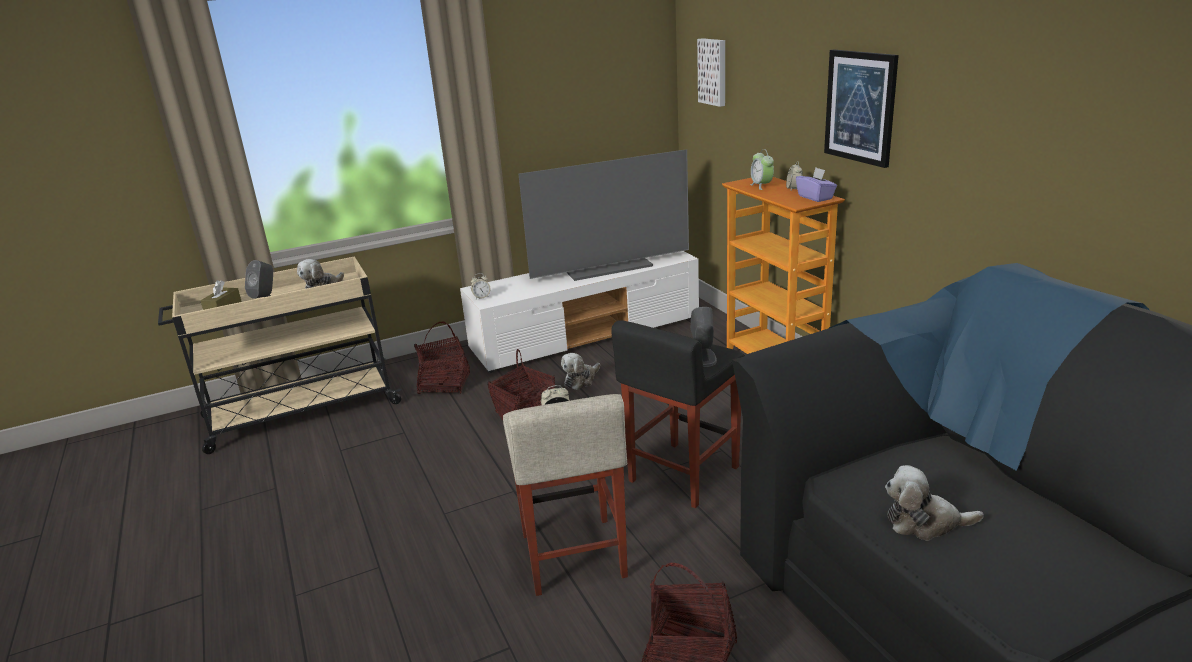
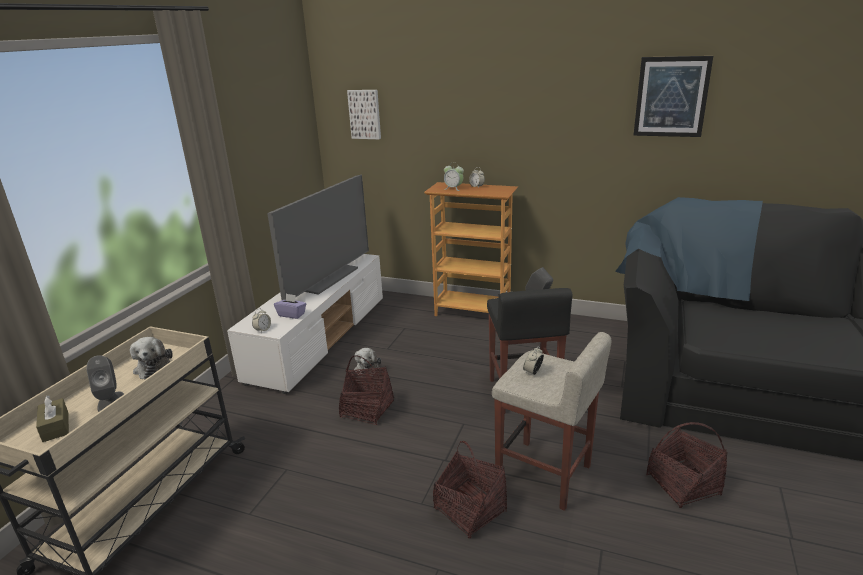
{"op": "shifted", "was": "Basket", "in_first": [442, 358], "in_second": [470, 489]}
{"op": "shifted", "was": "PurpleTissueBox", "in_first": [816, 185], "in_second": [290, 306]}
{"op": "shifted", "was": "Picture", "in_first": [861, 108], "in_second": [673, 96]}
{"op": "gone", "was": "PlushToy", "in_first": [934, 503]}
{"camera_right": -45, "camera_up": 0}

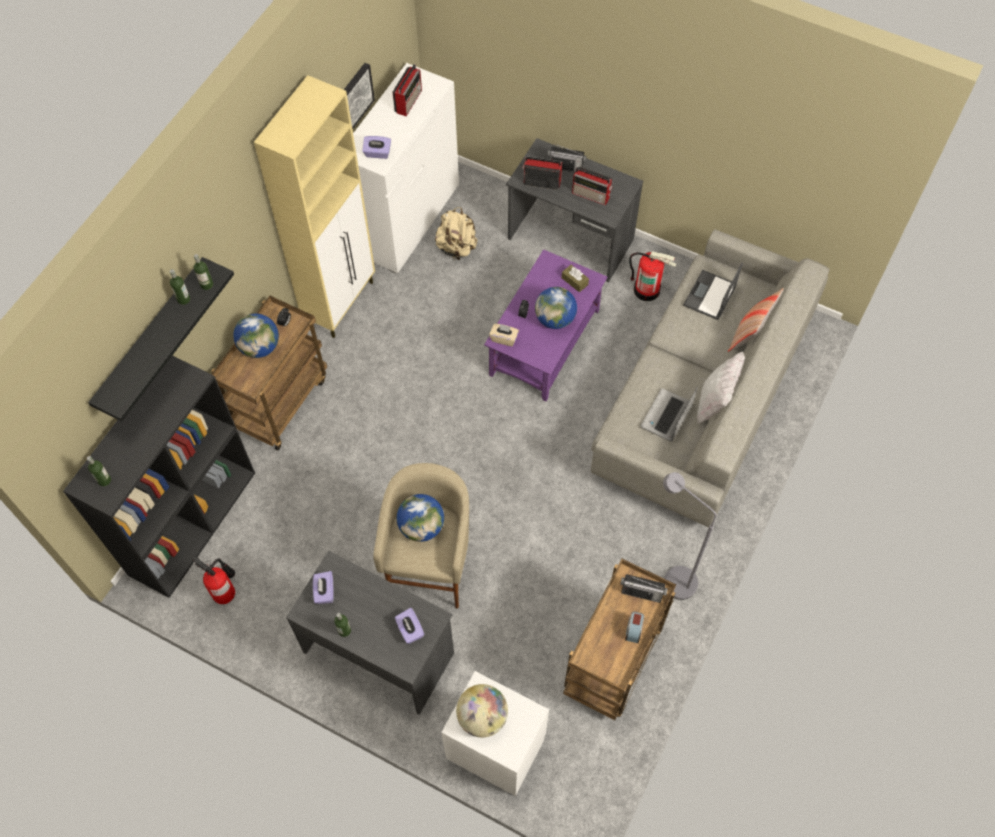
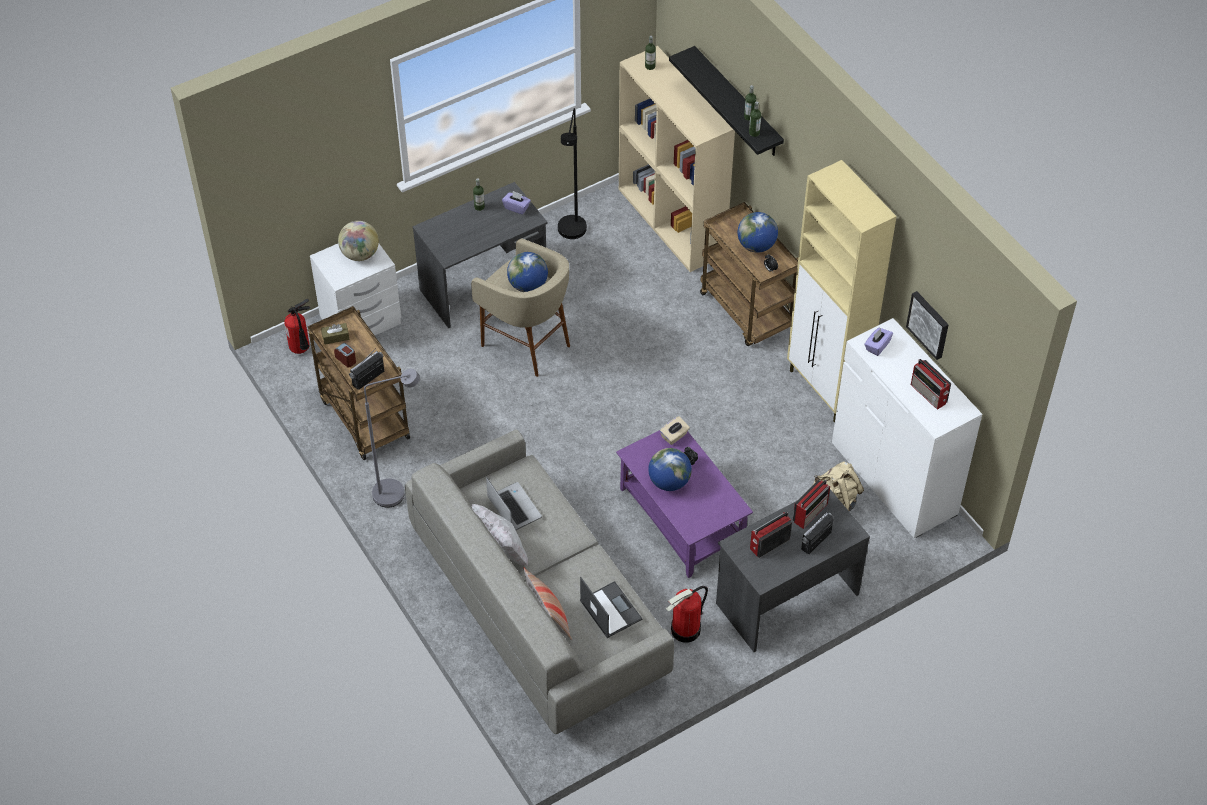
{"op": "repainted", "was": "BlackBookcase", "now": "BeigeBookcase", "in_first": [159, 477], "in_second": [677, 159]}
{"op": "shifted", "was": "FireExtinguisher", "in_first": [213, 580], "in_second": [297, 326]}
{"op": "gone", "was": "PurpleTissueBox", "in_first": [409, 626]}
{"op": "shifted", "was": "BrownTissueBox", "in_first": [575, 278], "in_second": [335, 334]}
{"op": "new", "now": "BlackFloorLamp", "in_second": [572, 173]}
{"camera_right": 120, "camera_up": -10}

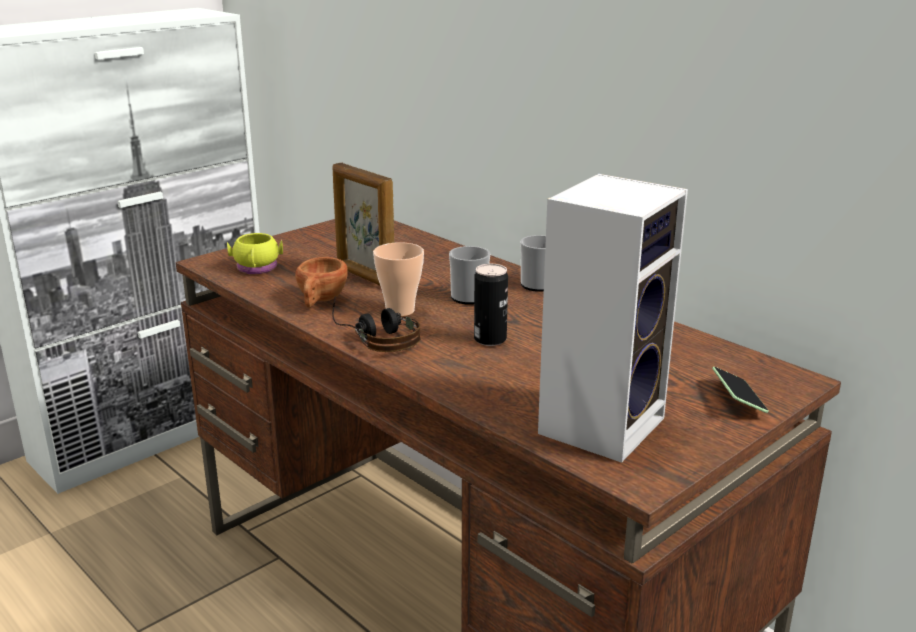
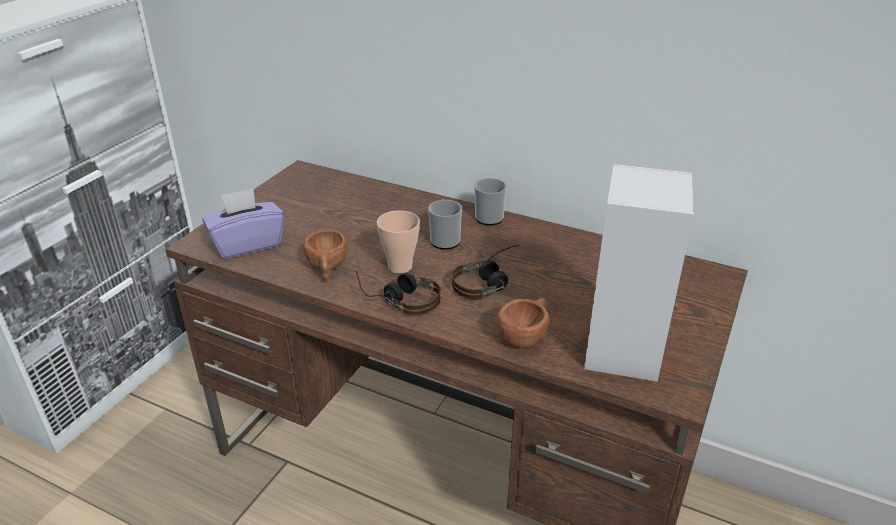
{"op": "swapped", "was": "YellowMug", "now": "PurpleTissueBox", "in_first": [255, 253], "in_second": [243, 224]}
{"op": "gone", "was": "PictureFrame", "in_first": [363, 224]}
{"op": "swapped", "was": "Can", "now": "Headphones", "in_first": [491, 305], "in_second": [486, 272]}
{"op": "gone", "was": "Phone", "in_first": [740, 390]}
{"op": "new", "now": "BrownCup", "in_second": [523, 323]}
{"camera_right": -20, "camera_up": 10}

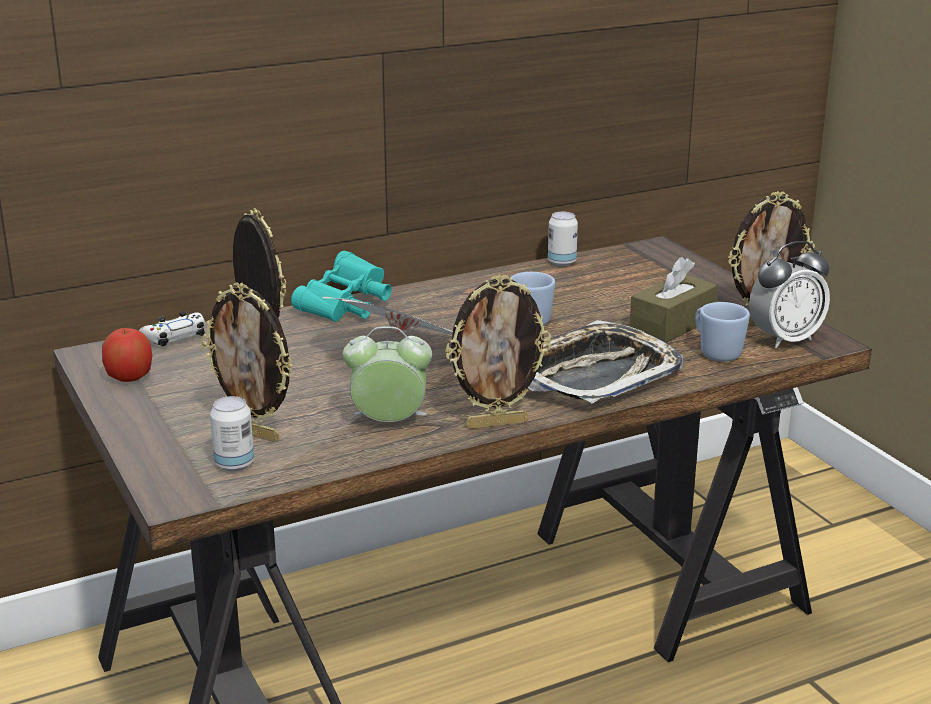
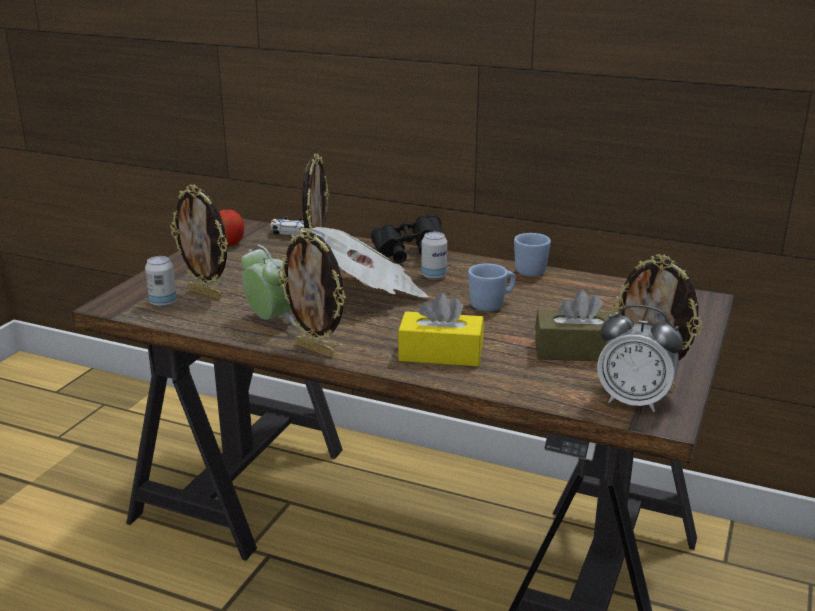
{"op": "rotated", "was": "PictureFrame", "in_first": [247, 362], "in_second": [199, 242], "clockwise": -45}
{"op": "repainted", "was": "TurquoiseBinoculars", "now": "BlackBinoculars", "in_first": [341, 286], "in_second": [406, 238]}
{"op": "swapped", "was": "Tray", "now": "YellowTissueBox", "in_first": [605, 362], "in_second": [441, 330]}
{"op": "shifted", "was": "Can", "in_first": [563, 239], "in_second": [434, 256]}
{"op": "shifted", "was": "BlueMug", "in_first": [722, 331], "in_second": [532, 255]}
{"camera_right": 50, "camera_up": 0}

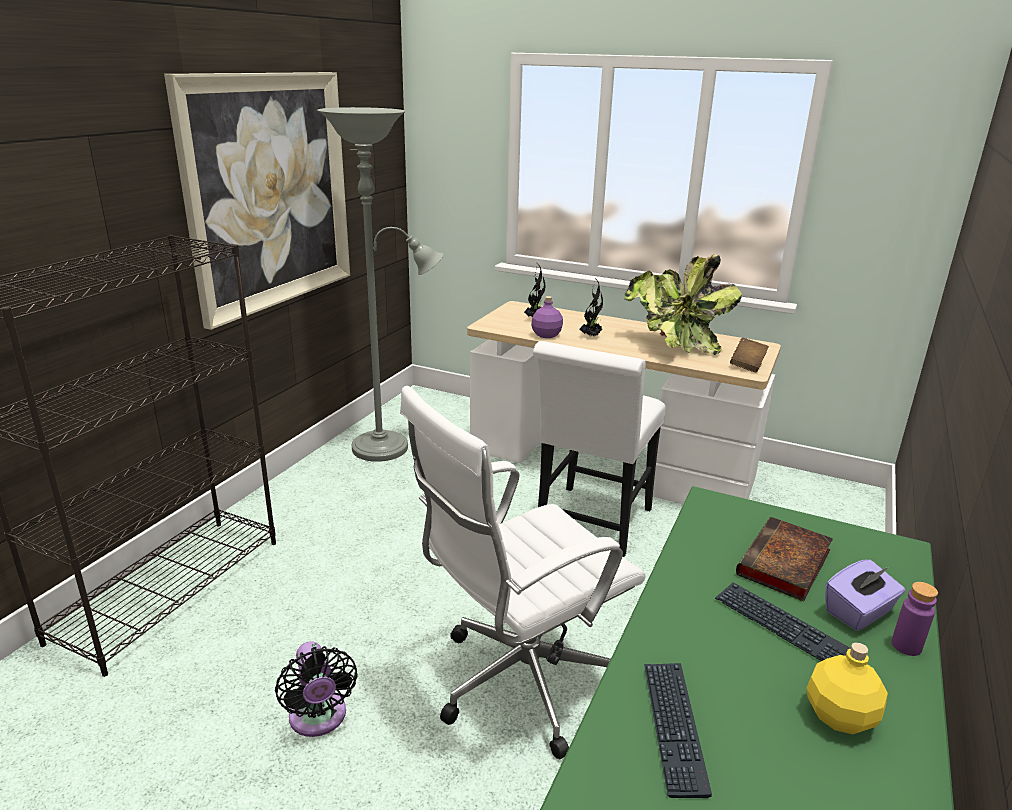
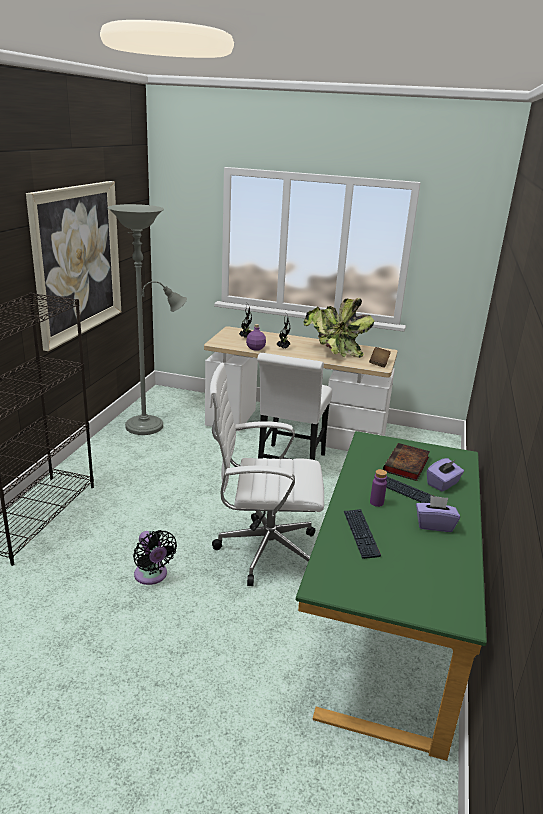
{"op": "rotated", "was": "WhiteOfficeChair", "in_first": [523, 573], "in_second": [266, 474], "clockwise": 45}
{"op": "swapped", "was": "YellowBottle", "now": "PurpleTissueBox", "in_first": [847, 688], "in_second": [438, 513]}
{"op": "shifted", "was": "PurpleBottle", "in_first": [915, 619], "in_second": [378, 488]}
{"camera_right": -10, "camera_up": 0}

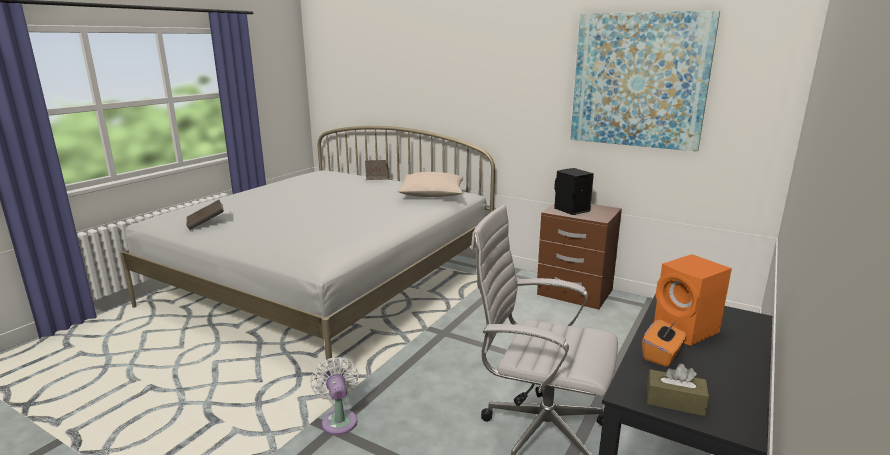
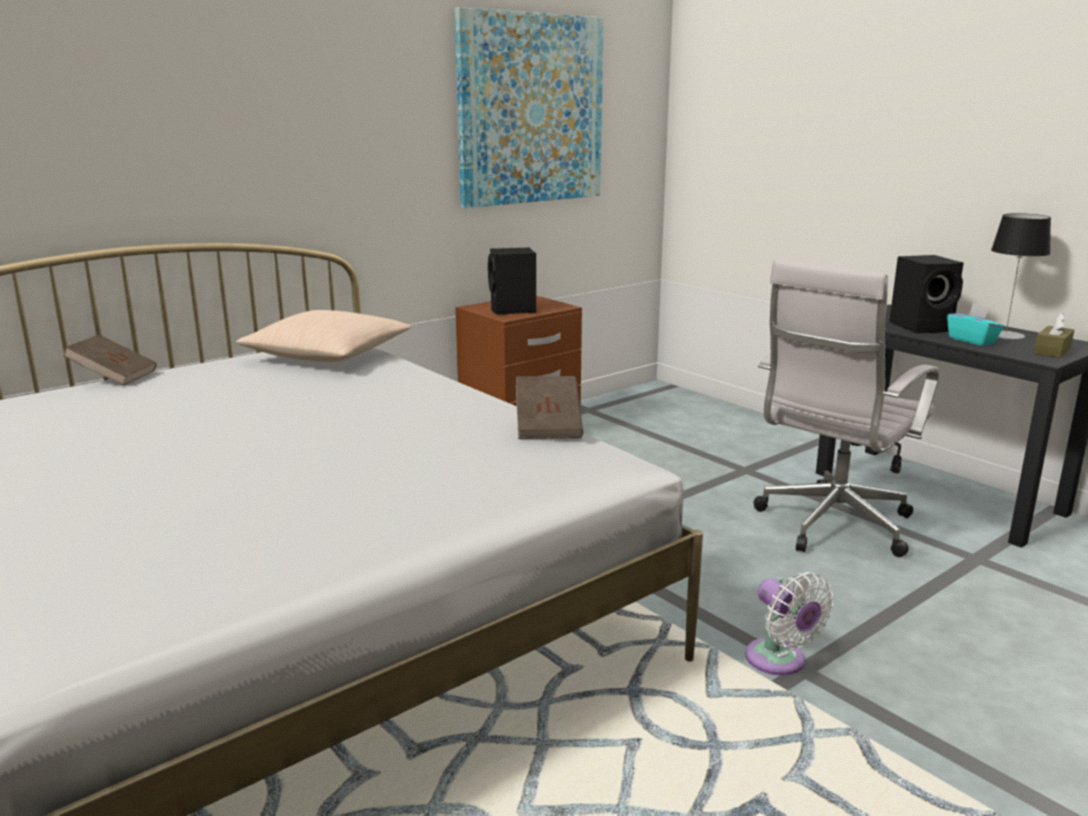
{"op": "shifted", "was": "BrownBook", "in_first": [205, 215], "in_second": [549, 407]}
{"op": "rotated", "was": "WhiteFan", "in_first": [334, 396], "in_second": [789, 623], "clockwise": -120}
{"op": "repainted", "was": "OrangeTissueBox", "now": "TurquoiseTissueBox", "in_first": [664, 343], "in_second": [975, 325]}
{"op": "repainted", "was": "OrangeSpeaker", "now": "BlackSpeaker", "in_first": [693, 300], "in_second": [926, 294]}
{"op": "new", "now": "TableLamp", "in_second": [1021, 276]}
{"camera_right": -70, "camera_up": 0}

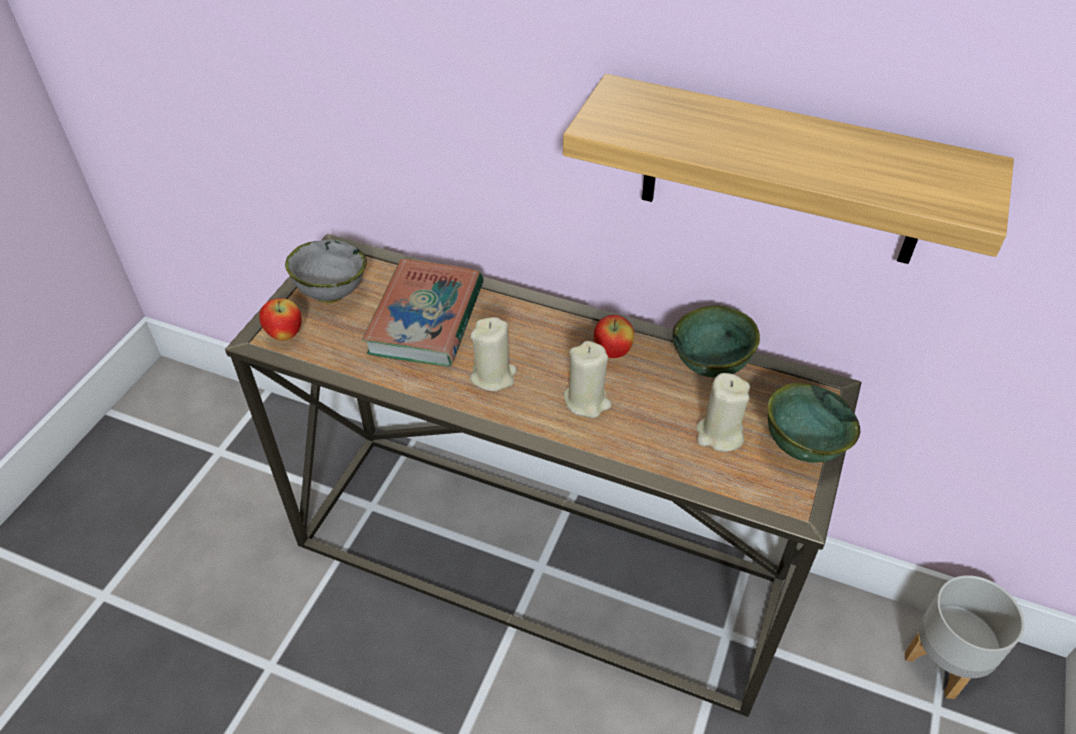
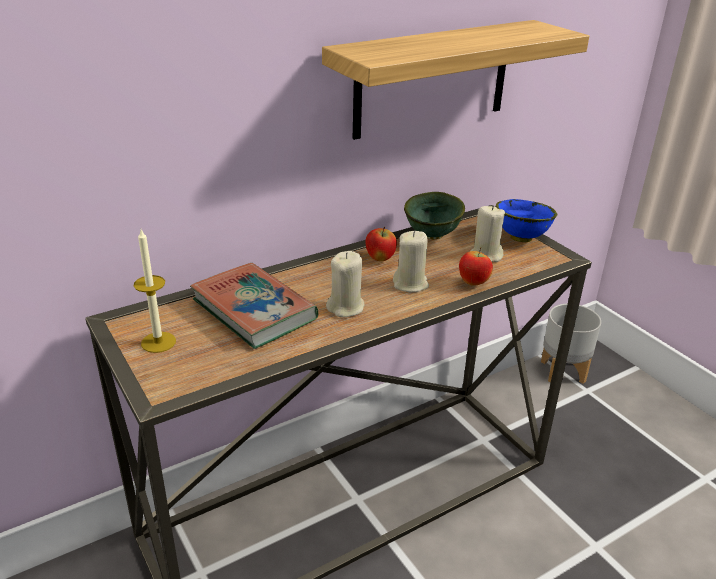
{"op": "shifted", "was": "Apple", "in_first": [280, 319], "in_second": [476, 266]}
{"op": "swapped", "was": "GreyBowl", "now": "Candle", "in_first": [326, 271], "in_second": [155, 291]}
{"op": "repainted", "was": "GreenBowl", "now": "BlueBowl", "in_first": [813, 423], "in_second": [526, 220]}
{"camera_right": -55, "camera_up": -15}

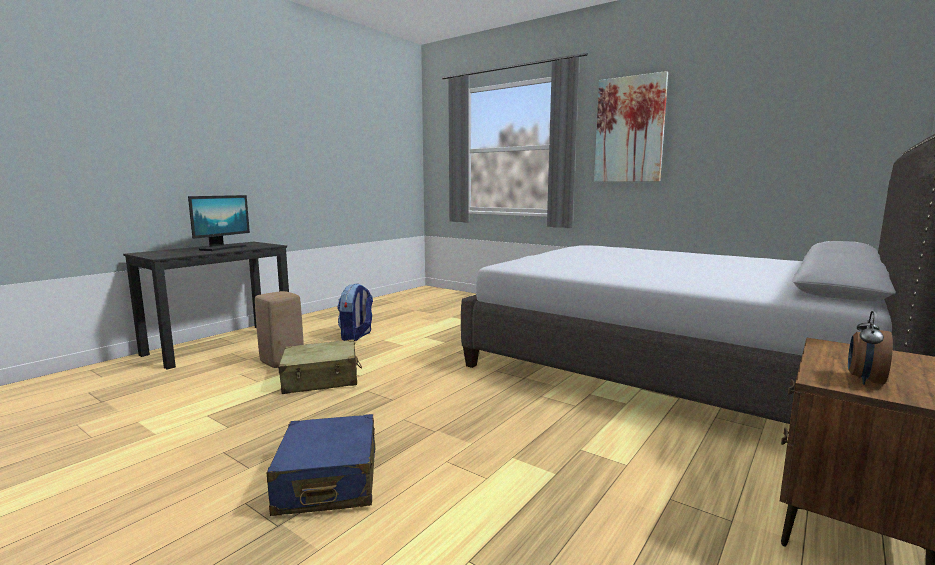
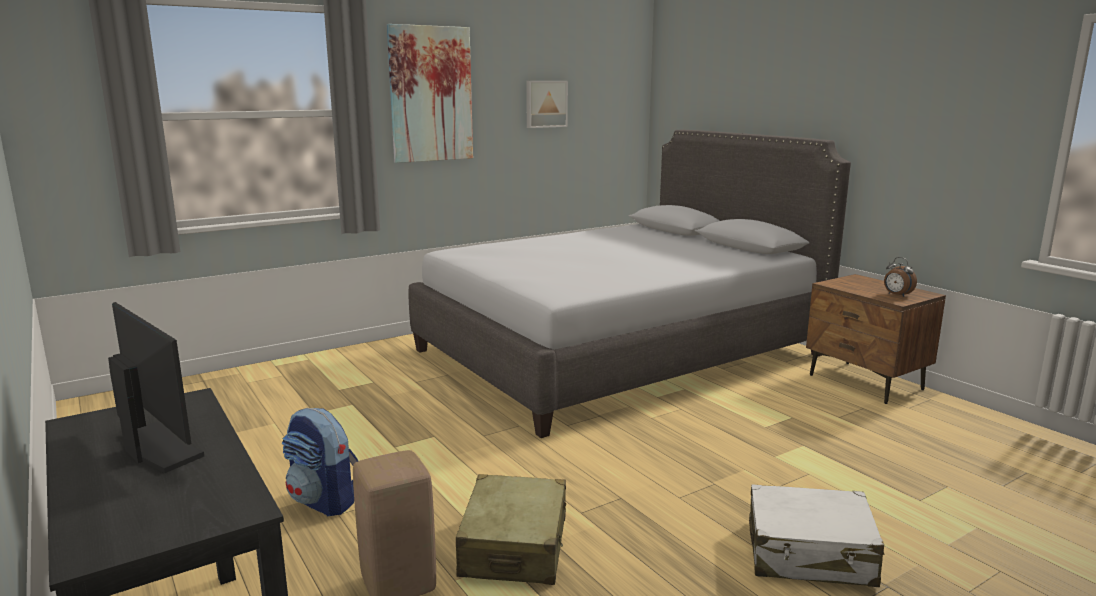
{"op": "repainted", "was": "BlueSuitcase", "now": "WhiteSuitcase", "in_first": [320, 465], "in_second": [817, 535]}
{"op": "new", "now": "Picture", "in_second": [547, 104]}
{"camera_right": -70, "camera_up": 5}

